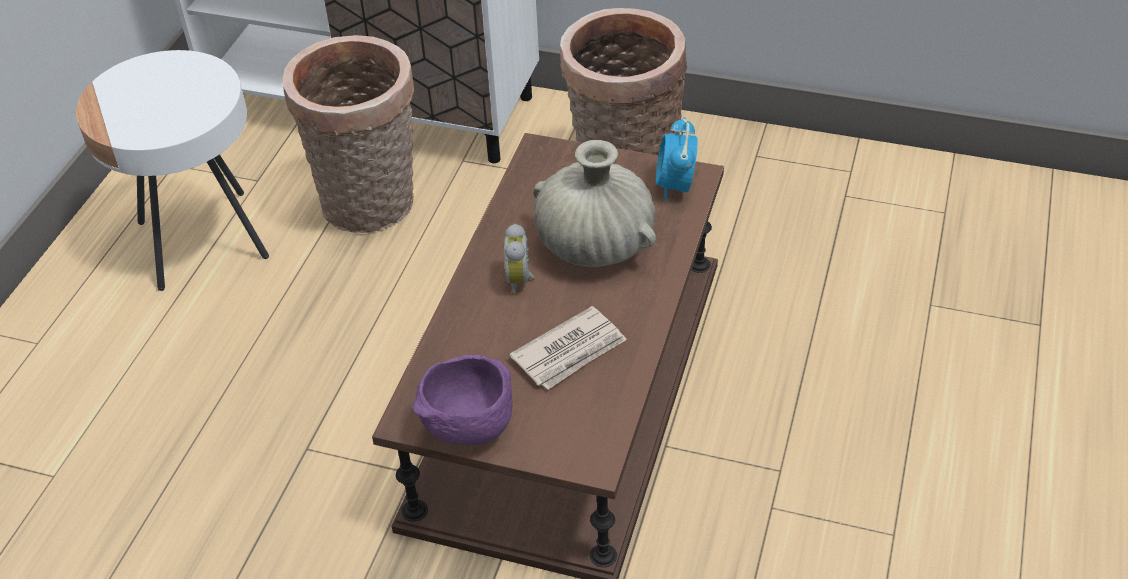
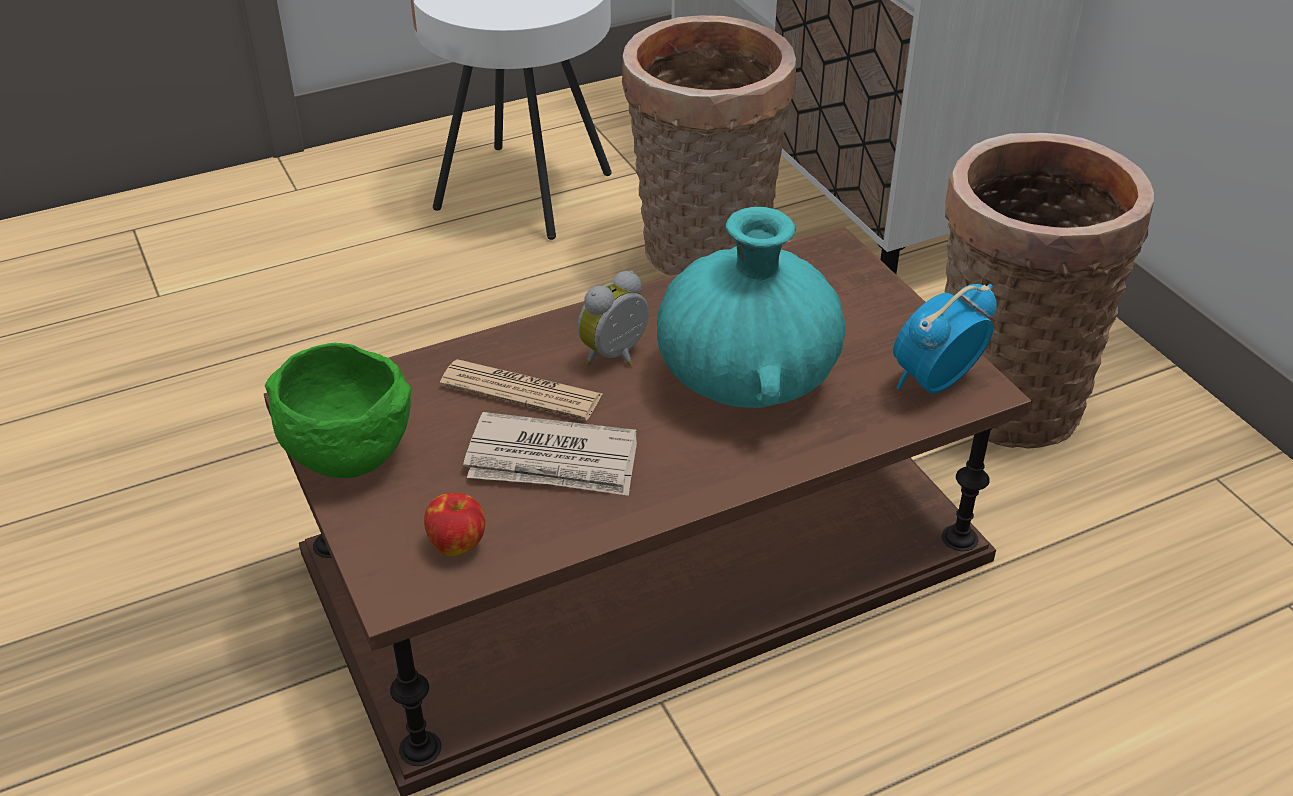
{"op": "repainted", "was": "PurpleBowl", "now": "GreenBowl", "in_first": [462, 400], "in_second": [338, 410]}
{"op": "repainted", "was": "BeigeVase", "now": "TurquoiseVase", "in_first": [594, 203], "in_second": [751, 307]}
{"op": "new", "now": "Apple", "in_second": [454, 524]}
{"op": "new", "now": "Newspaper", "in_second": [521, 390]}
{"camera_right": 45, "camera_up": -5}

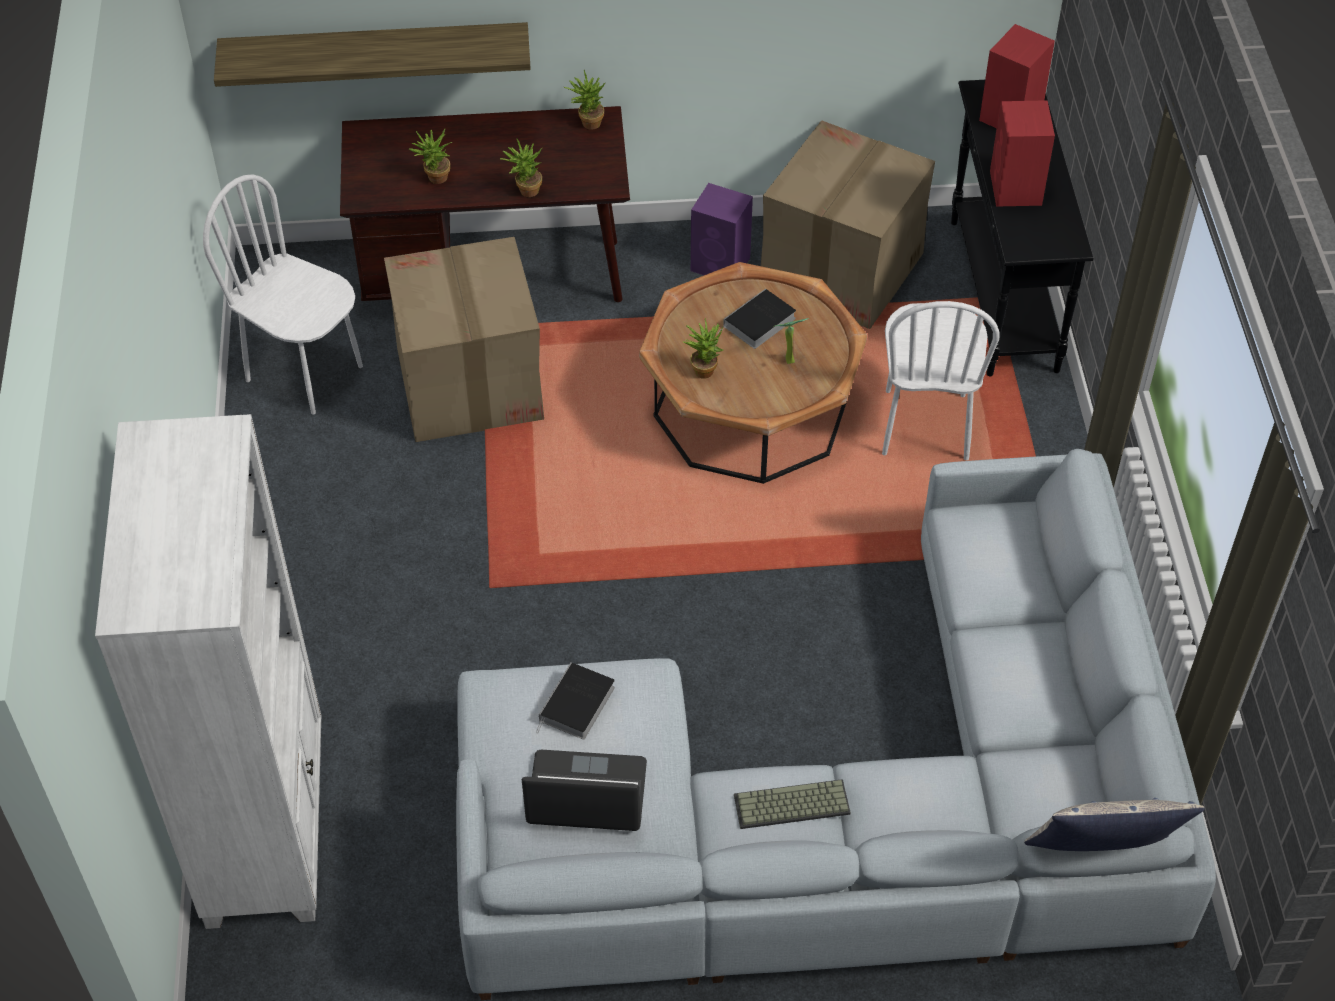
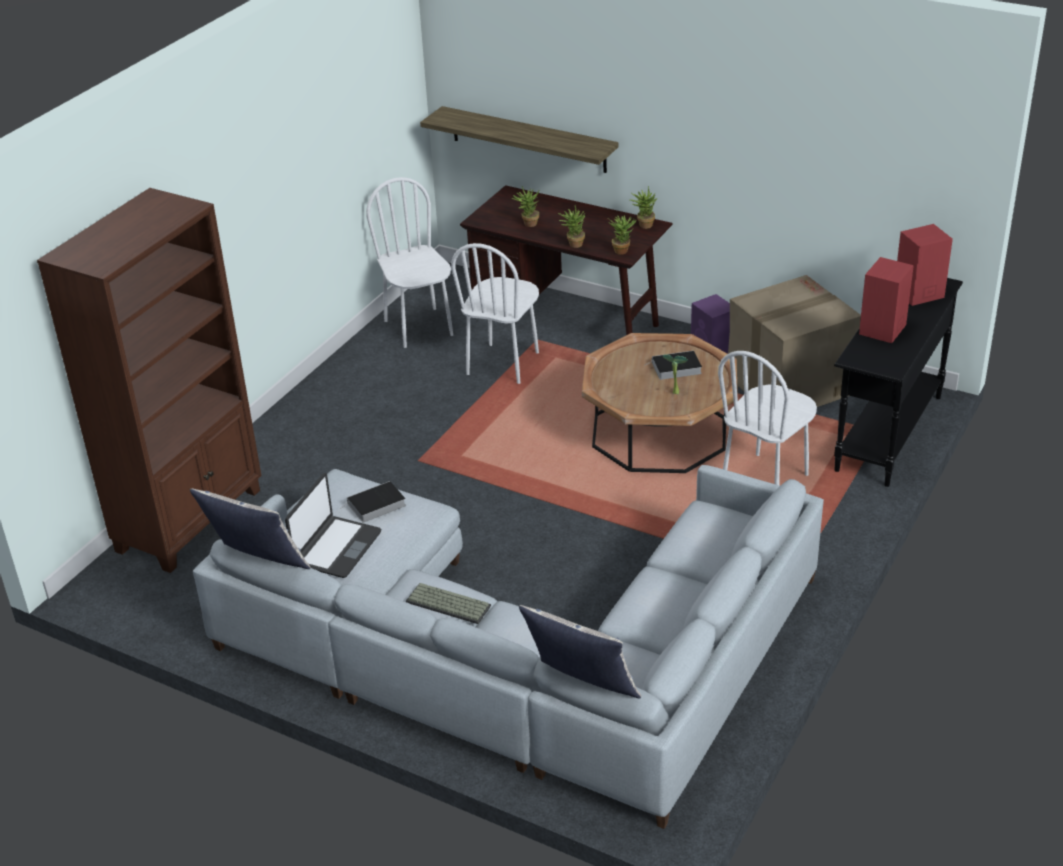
{"op": "repainted", "was": "WhiteBookcase", "now": "BrownBookcase", "in_first": [208, 671], "in_second": [149, 380]}
{"op": "swapped", "was": "CardboardBox", "now": "WhiteChair", "in_first": [464, 339], "in_second": [495, 313]}
{"op": "rotated", "was": "Laptop", "in_first": [584, 790], "in_second": [333, 525], "clockwise": 75}
{"op": "shifted", "was": "PottedPlant", "in_first": [703, 348], "in_second": [622, 235]}
{"op": "new", "now": "Pillow", "in_second": [250, 529]}
{"camera_right": 35, "camera_up": -15}

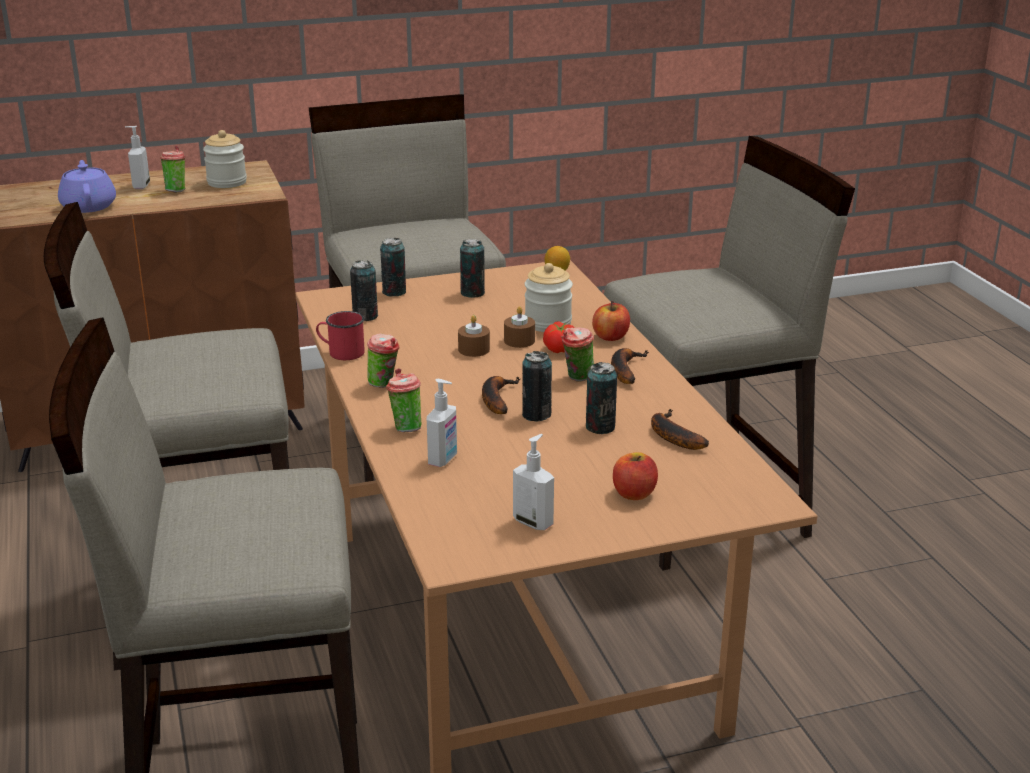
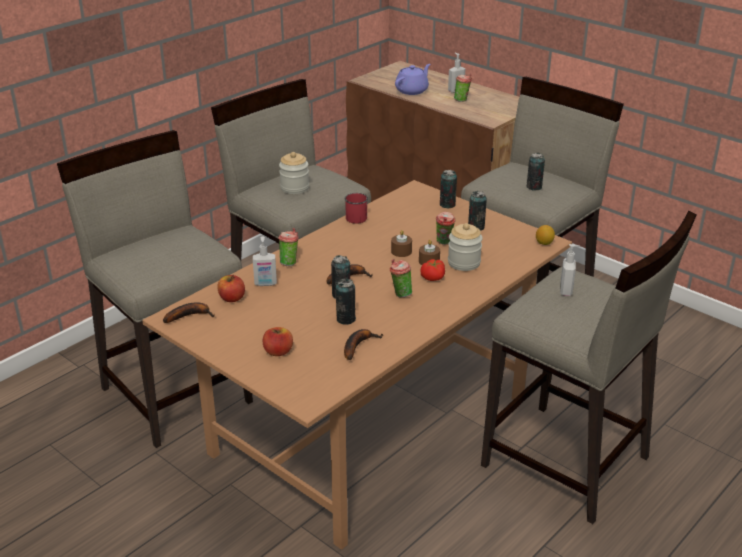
{"op": "shifted", "was": "Jar", "in_first": [225, 159], "in_second": [294, 173]}
{"op": "shifted", "was": "Can", "in_first": [364, 290], "in_second": [536, 172]}
{"op": "shifted", "was": "Cup", "in_first": [383, 361], "in_second": [445, 228]}
{"op": "shifted", "was": "SoapDispenser", "in_first": [533, 482], "in_second": [570, 270]}
{"op": "shifted", "was": "Apple", "in_first": [611, 321], "in_second": [231, 288]}
{"op": "shifted", "was": "Banana", "in_first": [630, 366], "in_second": [189, 312]}
{"camera_right": 60, "camera_up": 5}

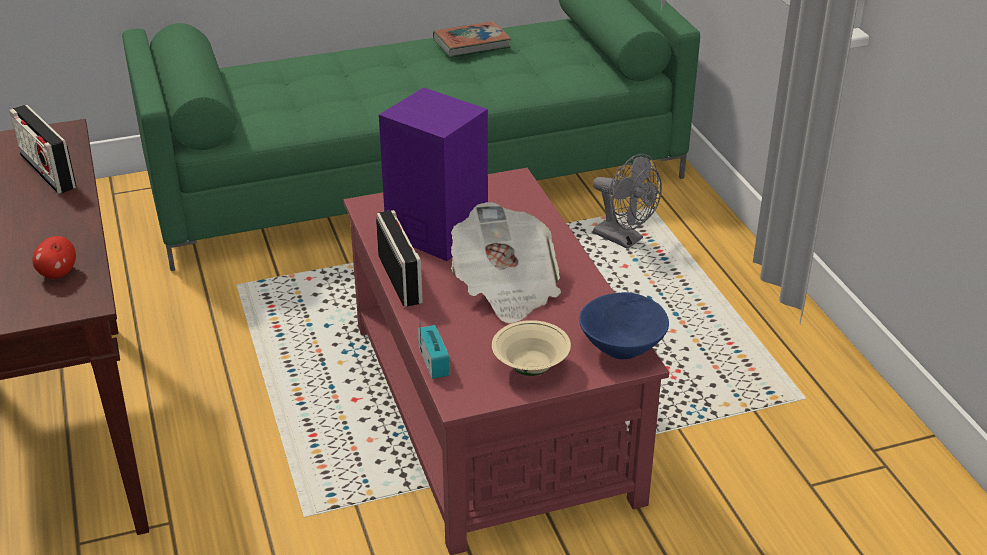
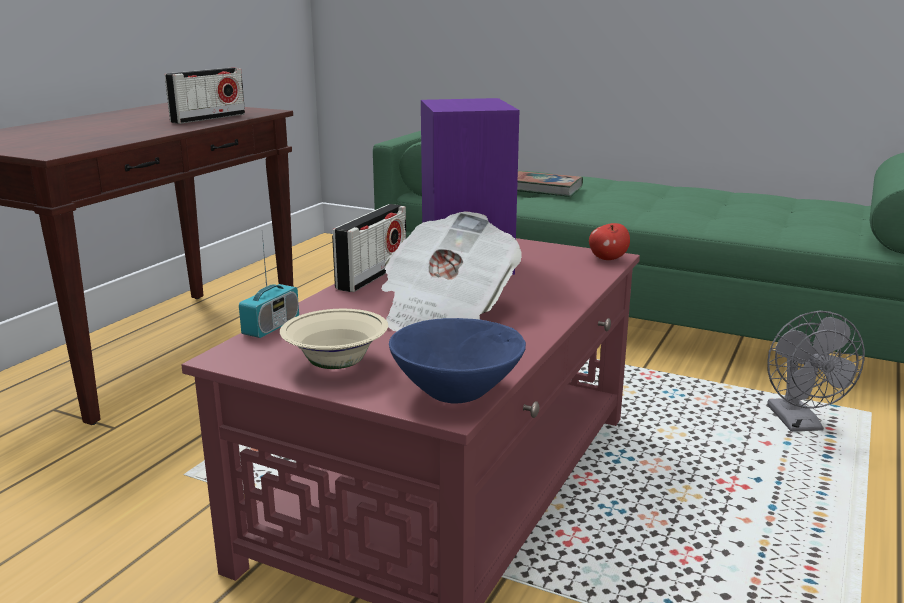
{"op": "rotated", "was": "Radio", "in_first": [43, 149], "in_second": [205, 95], "clockwise": -150}
{"op": "shifted", "was": "Apple", "in_first": [54, 257], "in_second": [609, 241]}
{"op": "shifted", "was": "Book", "in_first": [472, 39], "in_second": [550, 184]}
{"camera_right": 45, "camera_up": -15}

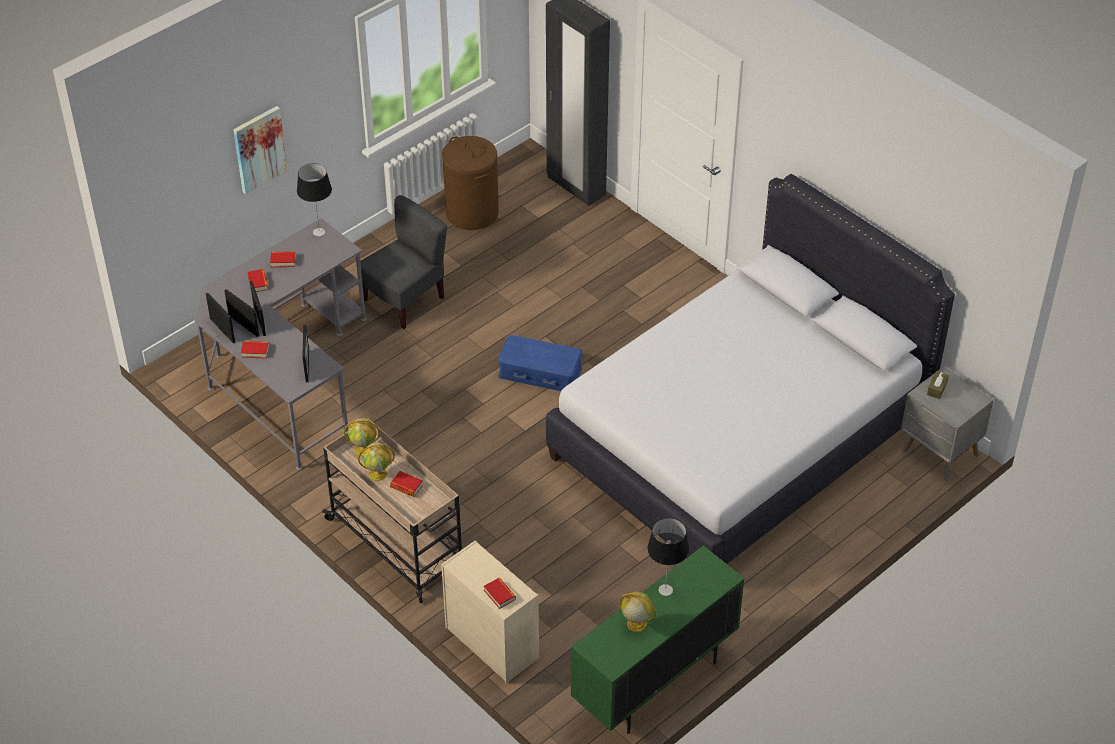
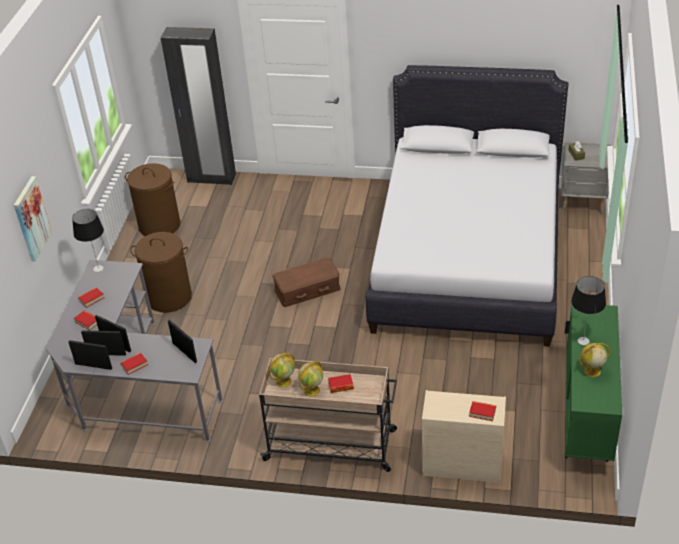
{"op": "swapped", "was": "GreyChair", "now": "BrownLaundryBasket", "in_first": [403, 262], "in_second": [161, 272]}
{"op": "repainted", "was": "BlueStorageBox", "now": "BrownStorageBox", "in_first": [540, 363], "in_second": [306, 282]}
{"camera_right": -35, "camera_up": -5}

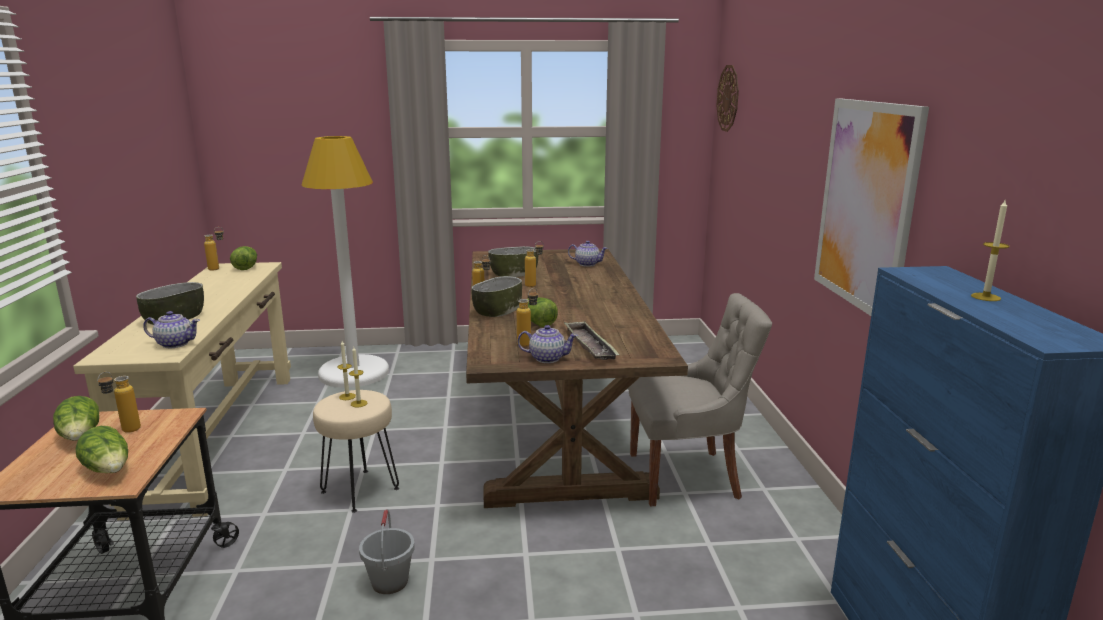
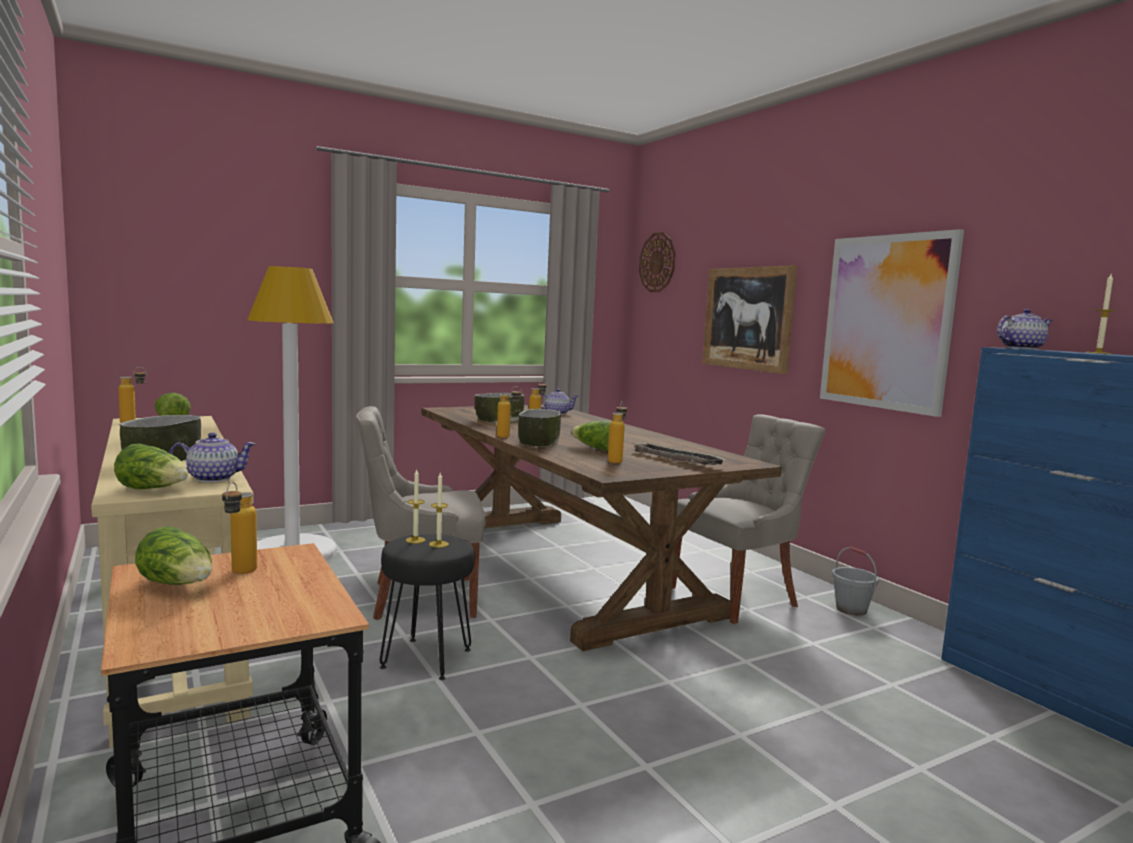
{"op": "shifted", "was": "Lettuce", "in_first": [102, 449], "in_second": [151, 466]}
{"op": "repainted", "was": "BeigeStool", "now": "BlackStool", "in_first": [356, 451], "in_second": [427, 607]}
{"op": "shifted", "was": "GreyBucket", "in_first": [387, 551], "in_second": [855, 581]}
{"op": "shifted", "was": "Teapot", "in_first": [548, 344], "in_second": [1025, 329]}
{"op": "new", "now": "GreyChair", "in_second": [420, 513]}
{"op": "new", "now": "Picture", "in_second": [749, 319]}
{"camera_right": -25, "camera_up": -10}

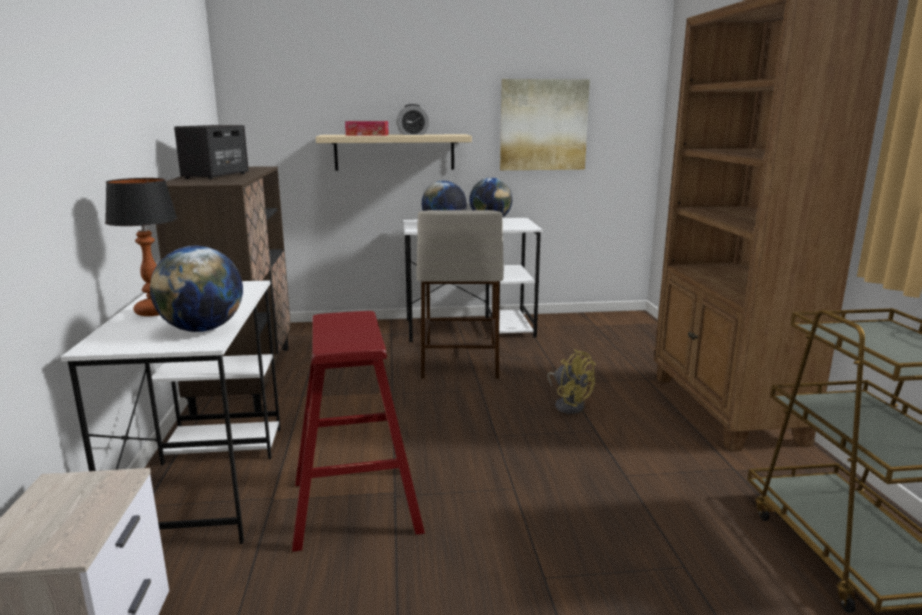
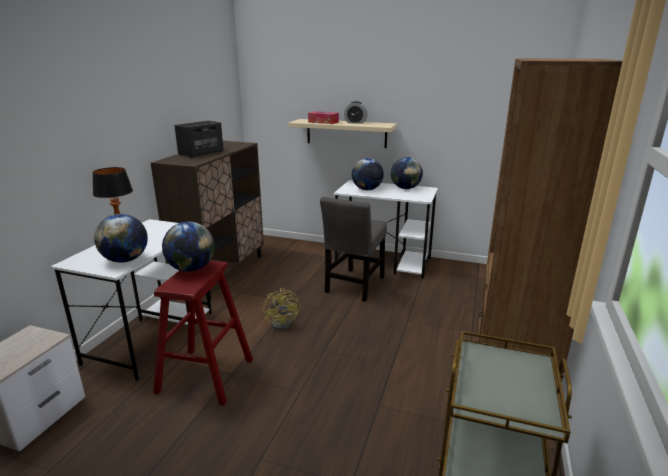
{"op": "swapped", "was": "BeigeStool", "now": "GreyChair", "in_first": [460, 294], "in_second": [353, 249]}
{"op": "gone", "was": "Picture", "in_first": [545, 124]}
{"op": "shifted", "was": "YellowFan", "in_first": [571, 381], "in_second": [281, 309]}
{"op": "new", "now": "Globe", "in_second": [188, 247]}
{"camera_right": 25, "camera_up": 5}

